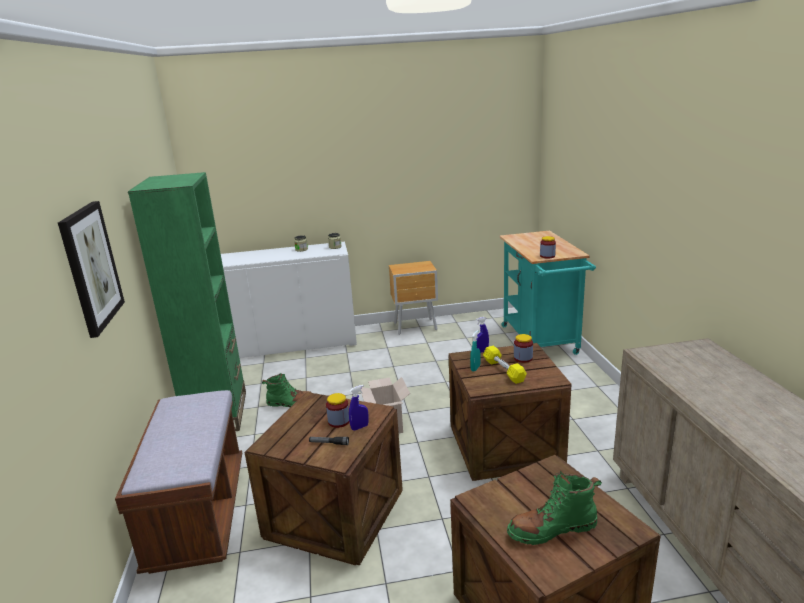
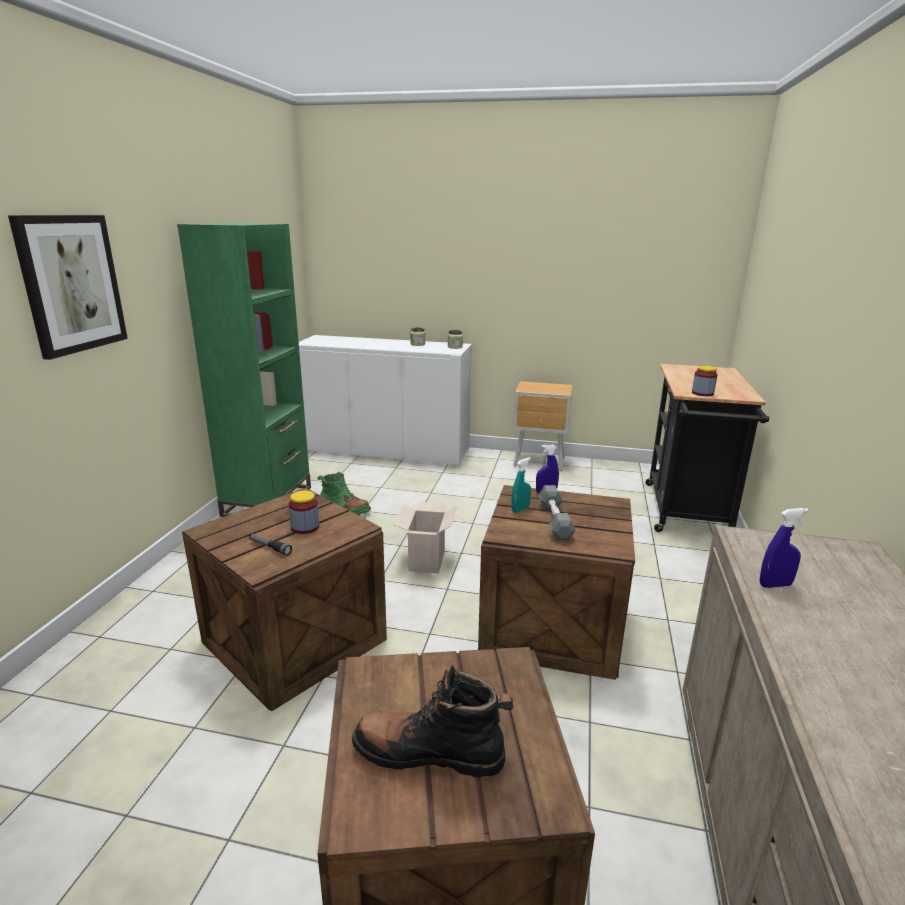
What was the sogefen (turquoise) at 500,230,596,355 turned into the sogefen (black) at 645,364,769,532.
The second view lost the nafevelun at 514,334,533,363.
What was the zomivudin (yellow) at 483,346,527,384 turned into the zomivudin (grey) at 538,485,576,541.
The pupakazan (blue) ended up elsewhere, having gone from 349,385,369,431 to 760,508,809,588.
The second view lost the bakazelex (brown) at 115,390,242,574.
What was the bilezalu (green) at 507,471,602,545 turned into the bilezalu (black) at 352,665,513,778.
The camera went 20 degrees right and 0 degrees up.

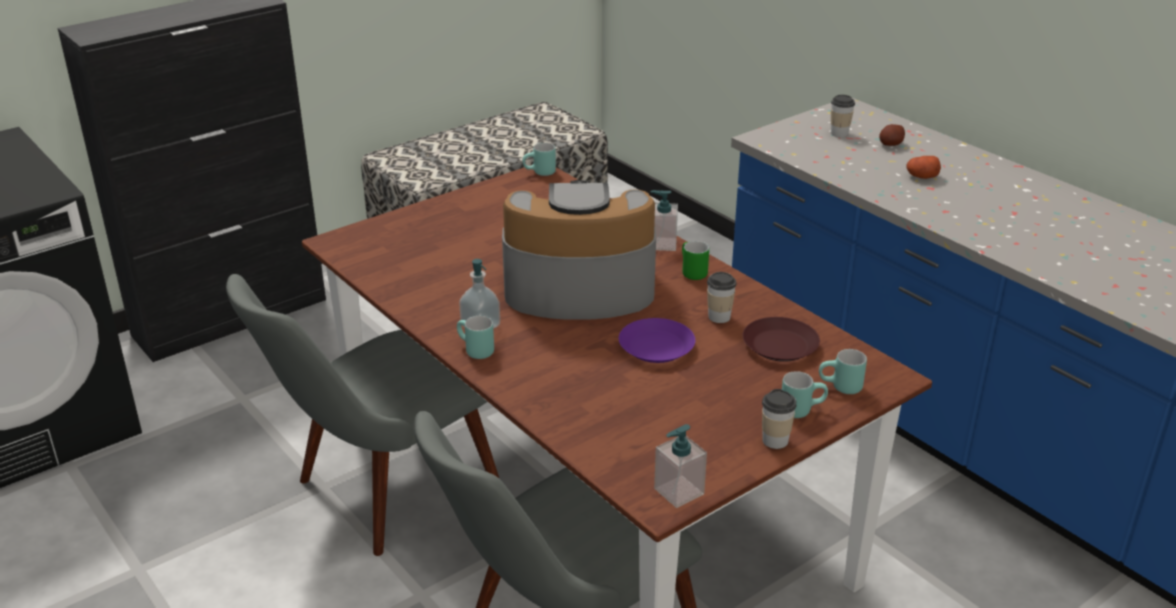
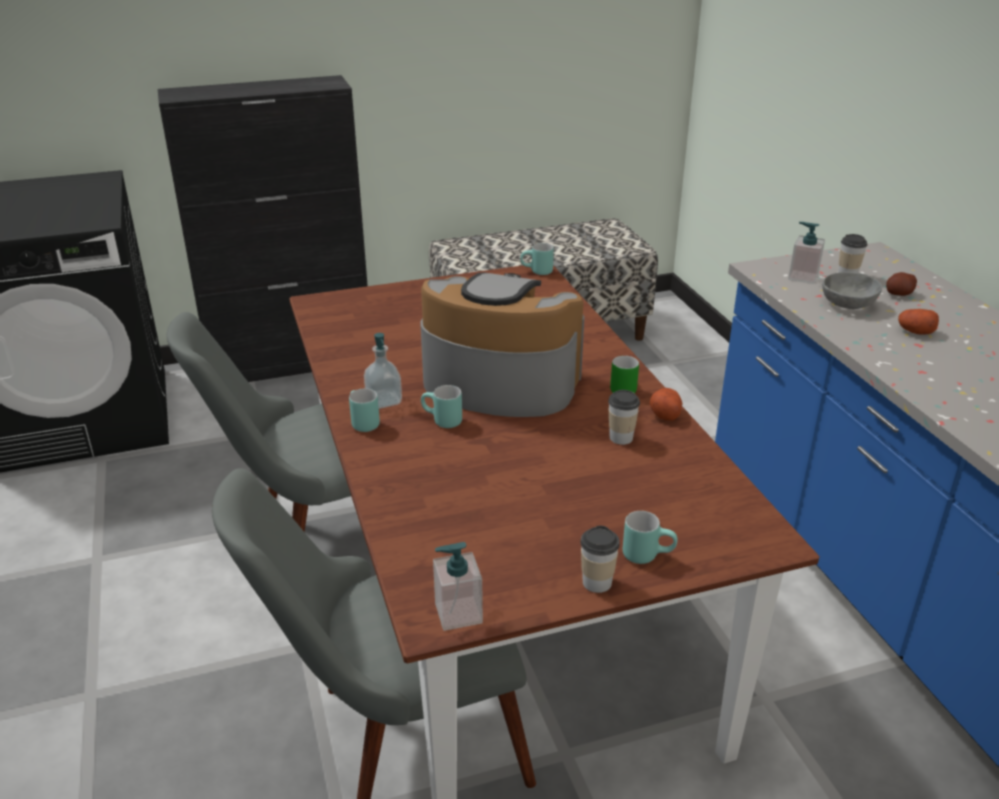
The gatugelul ended up elsewhere, having gone from 651,190,678,251 to 788,222,825,284.
The second view lost the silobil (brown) at 743,317,820,362.
The second view lost the silobil (purple) at 619,318,695,363.
The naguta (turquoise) ended up elsewhere, having gone from 819,349,867,394 to 421,385,462,428.
The second view gained the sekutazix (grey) at 822,272,882,309.
The second view gained the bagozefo at 649,388,683,421.
The camera went 20 degrees right and 0 degrees up.

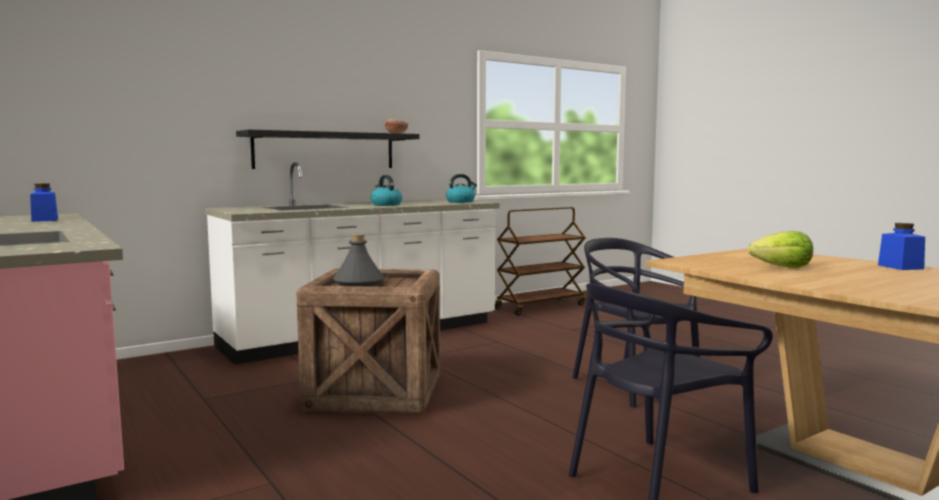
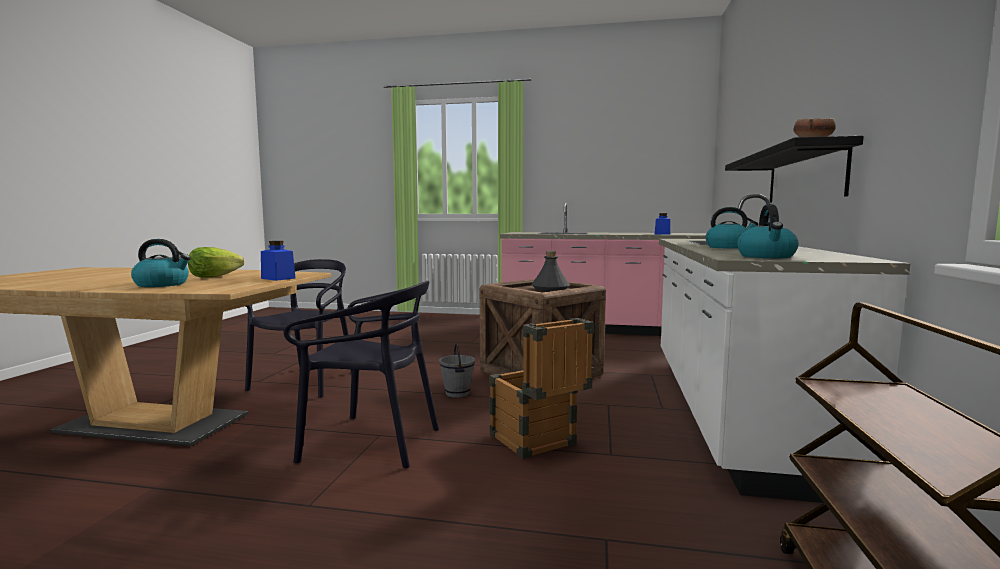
The nafevelun (blue) ended up elsewhere, having gone from 878,223,925,270 to 261,241,296,281.
The second view gained the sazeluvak at 131,239,191,287.
The second view gained the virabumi at 489,318,594,459.
The second view gained the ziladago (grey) at 440,343,475,398.
The camera went 135 degrees right and 0 degrees up.

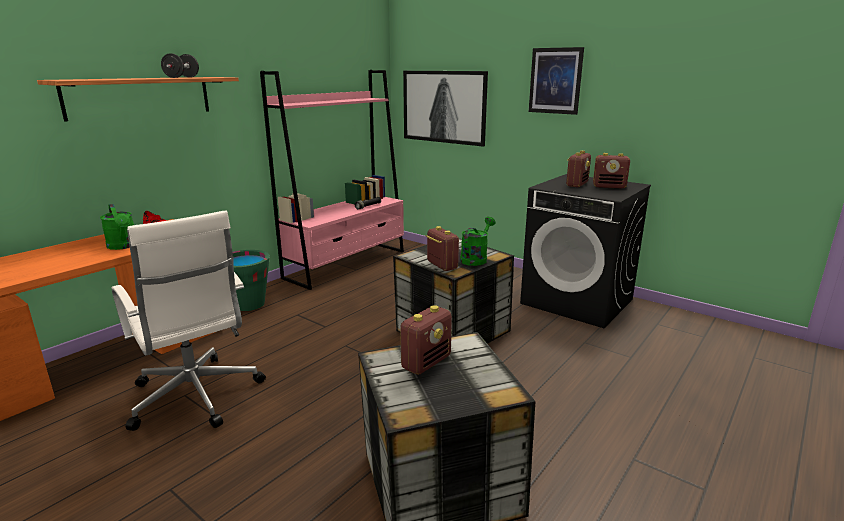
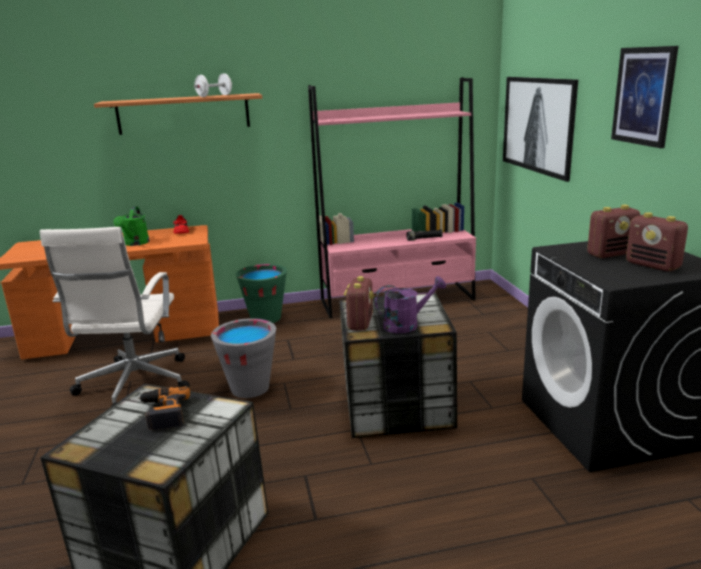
What was the zomivudin (black) at 161,53,199,78 turned into the zomivudin (white) at 194,74,232,97.
What was the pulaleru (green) at 460,217,495,266 turned into the pulaleru (purple) at 375,276,446,333.
Where the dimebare stood at 400,305,452,375, the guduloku came to stand at 138,386,190,430.
The second view gained the ziladago (grey) at 211,318,276,398.
The camera went 40 degrees right and 0 degrees up.

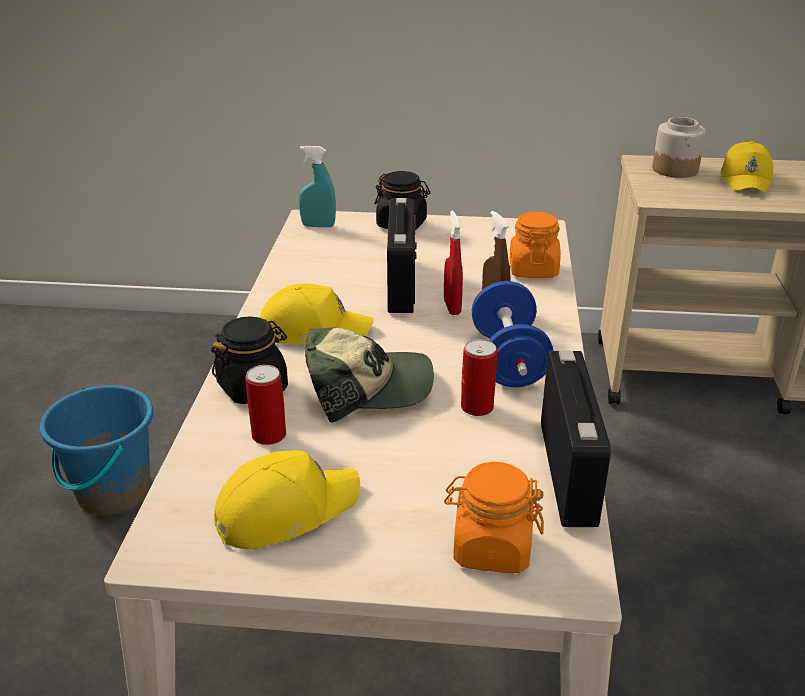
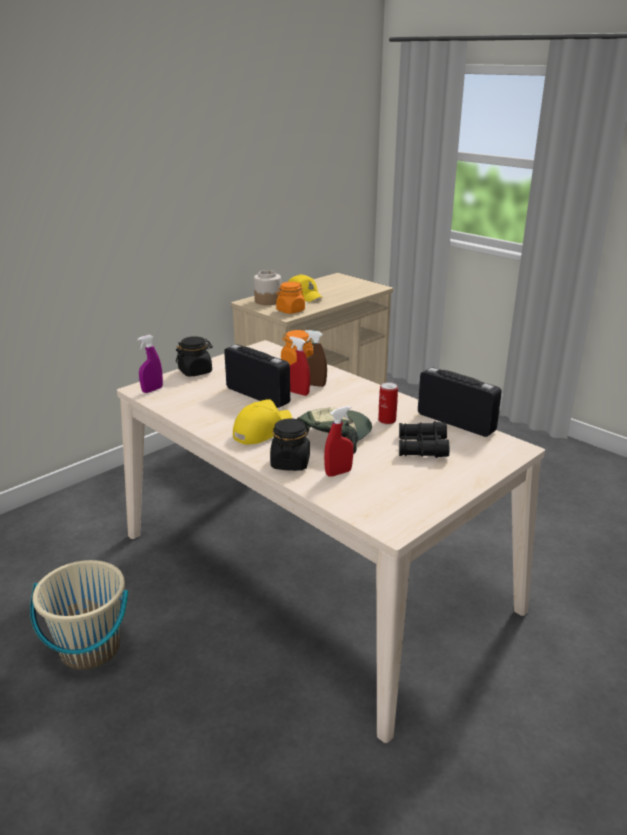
What was the pupakazan (turquoise) at 299,146,336,227 turned into the pupakazan (purple) at 137,335,163,393.
The second view lost the zomivudin (blue) at 471,281,554,387.
Where the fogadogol stood at 245,365,286,445, the pupakazan (red) came to stand at 324,406,354,477.
What was the ziladago (blue) at 39,385,153,516 turned into the ziladago (beige) at 30,560,128,670.
The second view lost the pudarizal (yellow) at 214,450,360,549.
The nafevelun (orange) ended up elsewhere, having gone from 444,462,544,573 to 276,282,305,314.
The second view gained the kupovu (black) at 399,421,449,458.
The camera went 50 degrees left and 5 degrees down.

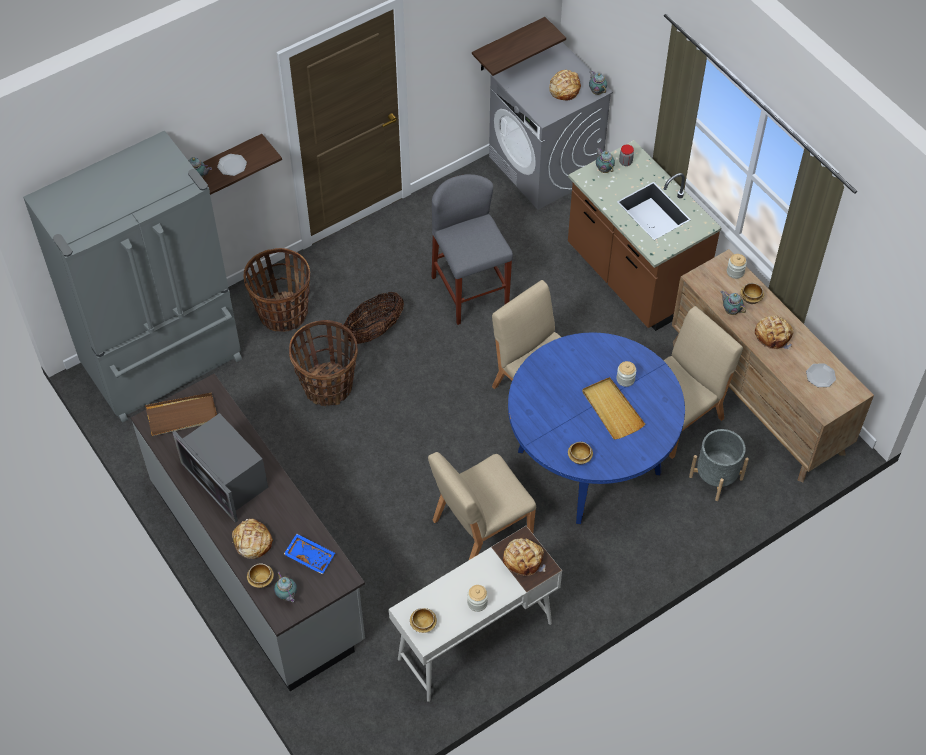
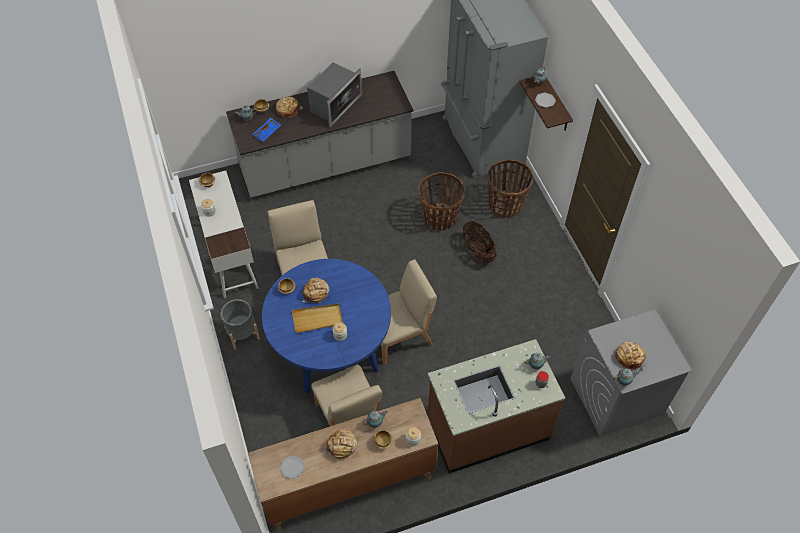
The second view lost the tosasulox at 472,17,566,76.
The second view lost the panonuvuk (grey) at 432,174,513,325.
The second view lost the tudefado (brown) at 145,393,217,436.
The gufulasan at 173,413,268,523 ended up facing another way, 150 degrees clockwise from before.
The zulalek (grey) ended up elsewhere, having gone from 689,429,749,501 to 221,299,260,349.
The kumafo ended up elsewhere, having gone from 503,538,546,576 to 302,278,330,303.
The camera went 105 degrees right and 0 degrees up.

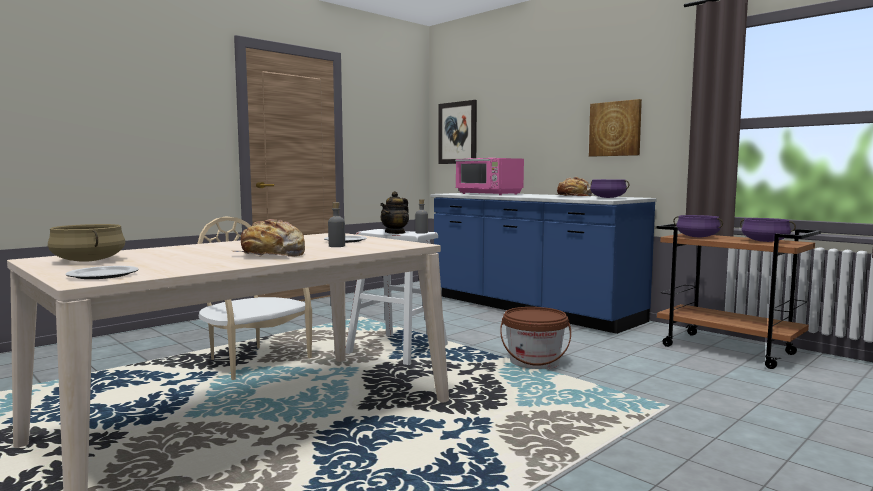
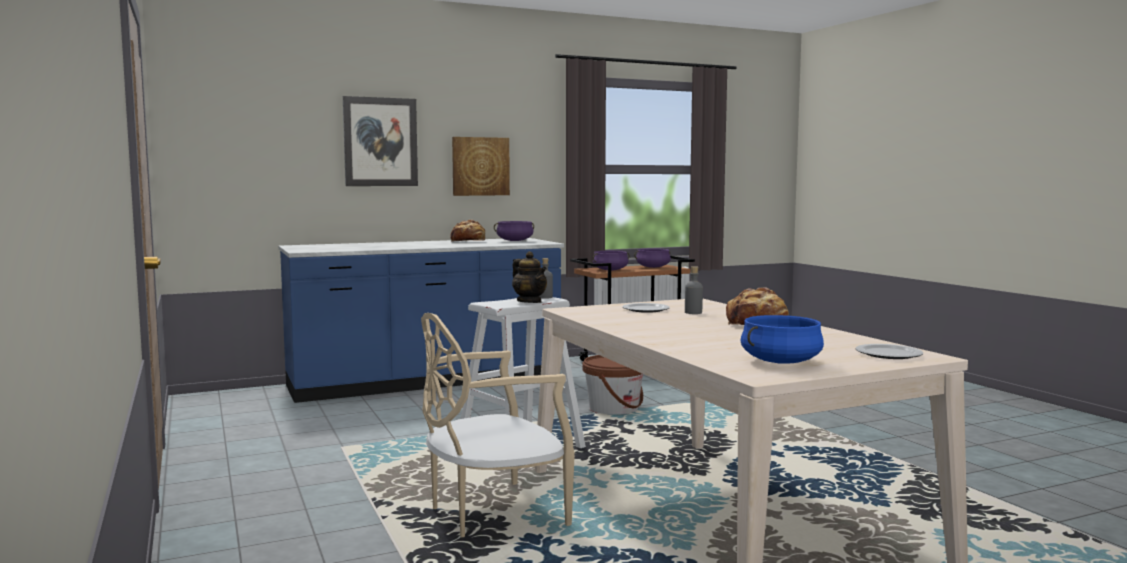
The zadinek ended up elsewhere, having gone from 438,100,477,164 to 343,96,418,186.
The second view lost the gufulasan (pink) at 455,158,524,195.
What was the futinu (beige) at 48,224,125,262 turned into the futinu (blue) at 740,315,824,364.
The camera went 70 degrees left and 0 degrees up.

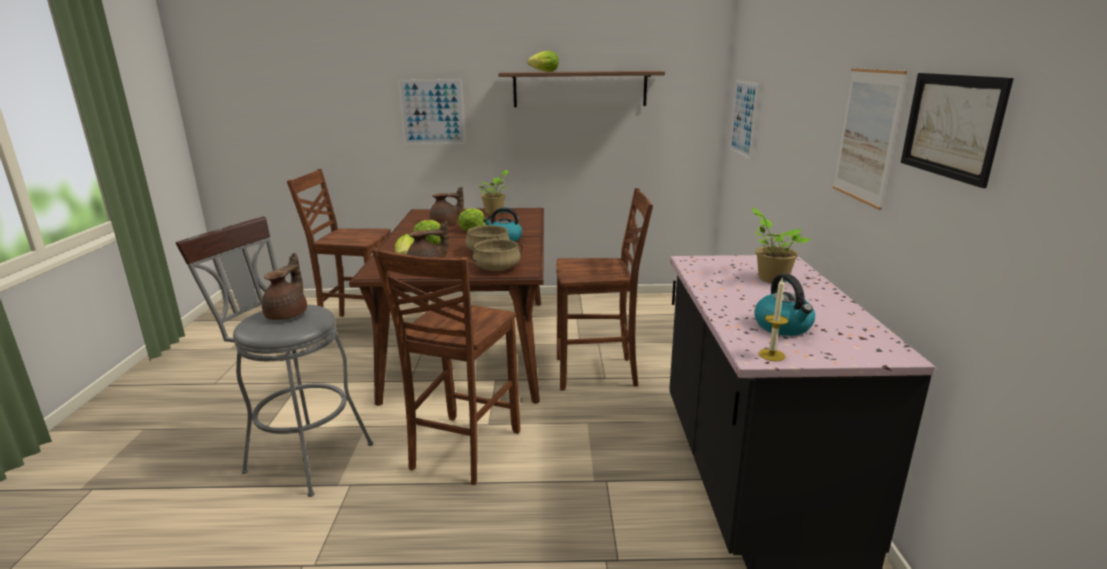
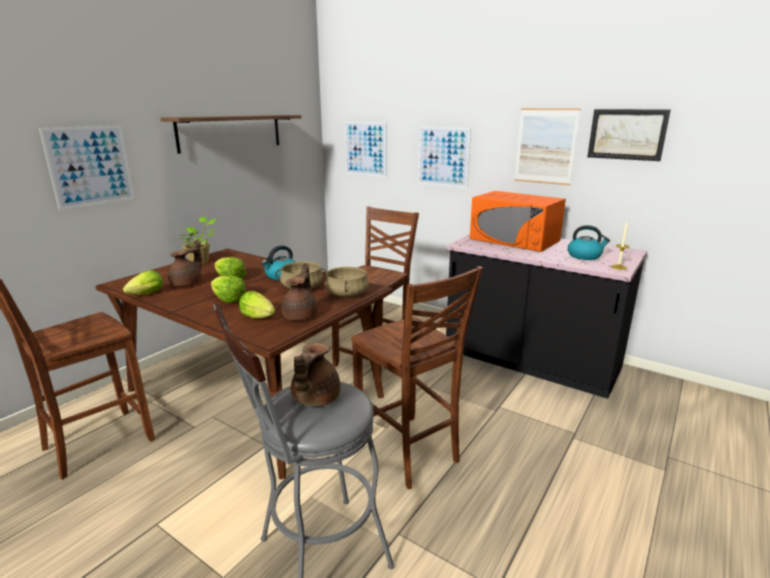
The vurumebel ended up elsewhere, having gone from 527,51,559,72 to 123,270,163,295.
Where the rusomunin stood at 751,207,811,283, the gufulasan (orange) came to stand at 470,191,566,252.
The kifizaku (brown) at 262,253,307,320 ended up facing another way, 120 degrees counterclockwise from before.
The second view gained the zadinek at 418,127,471,188.
The camera went 55 degrees left and 0 degrees up.

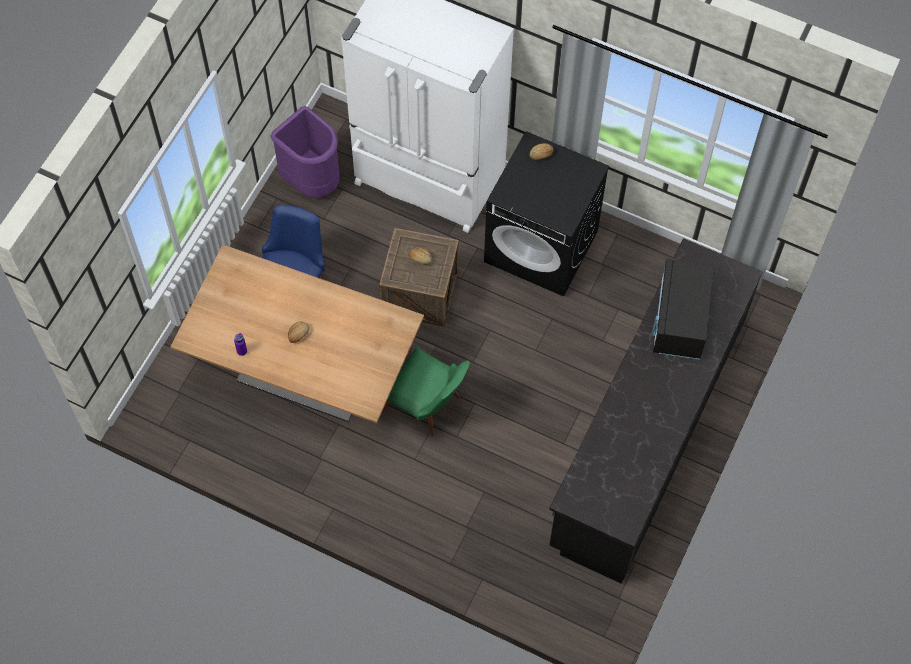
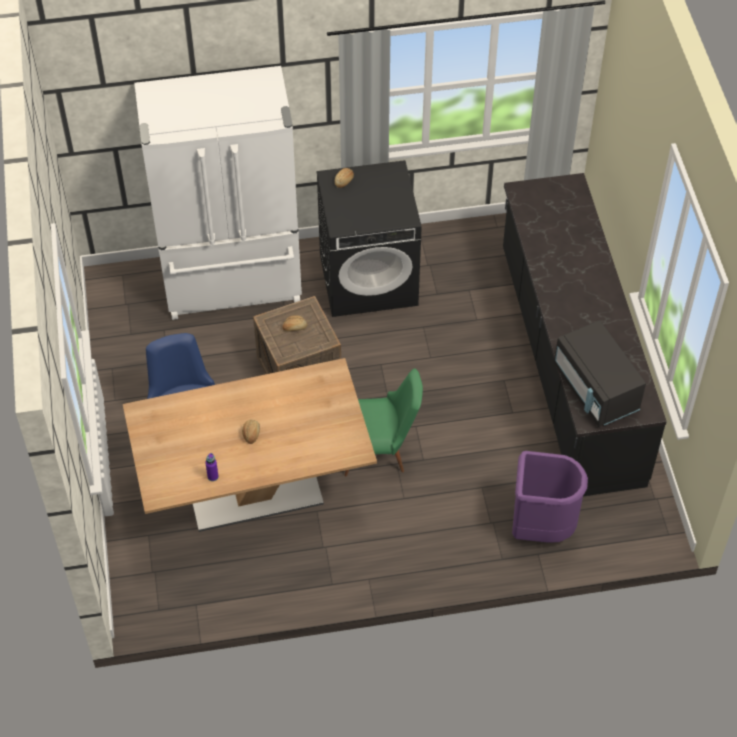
The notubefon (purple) ended up elsewhere, having gone from 271,106,340,198 to 512,451,588,542.
The gufulasan (black) ended up elsewhere, having gone from 652,258,714,360 to 554,321,646,427.
The camera went 35 degrees left and 10 degrees down.

